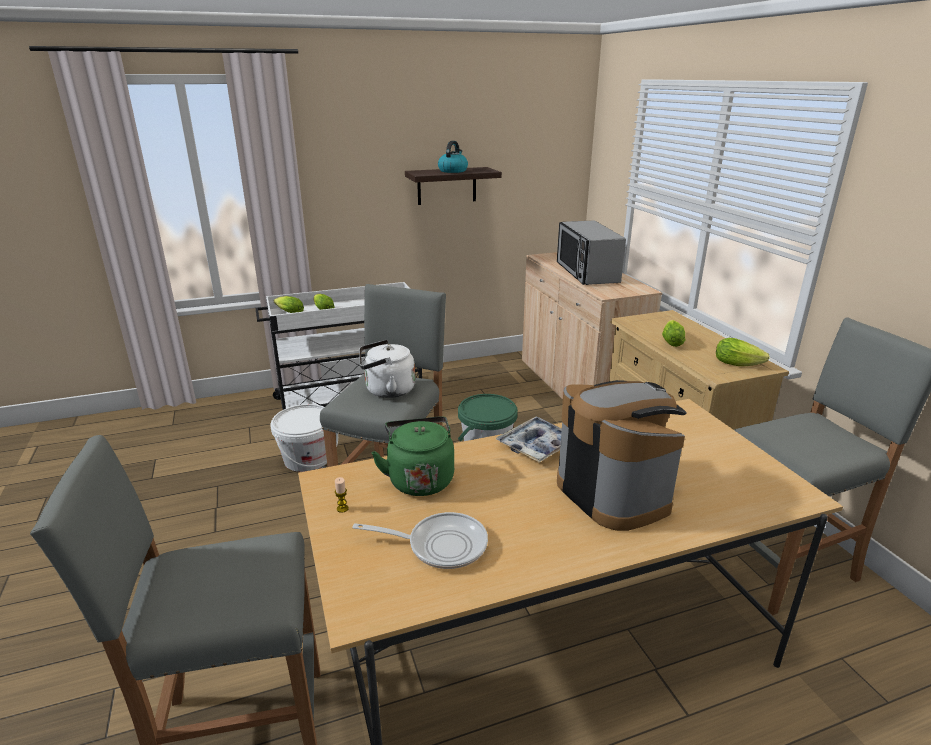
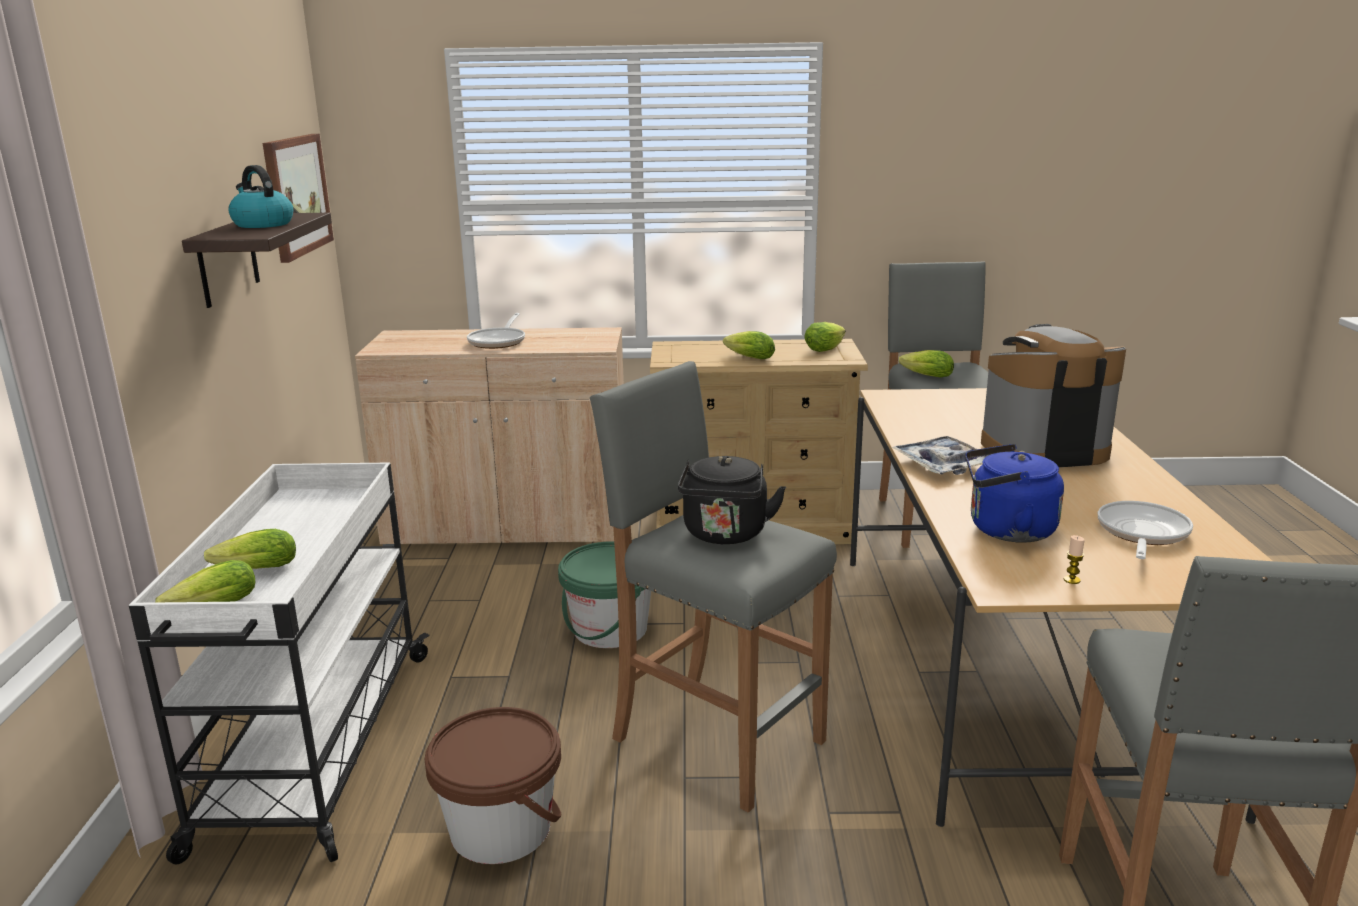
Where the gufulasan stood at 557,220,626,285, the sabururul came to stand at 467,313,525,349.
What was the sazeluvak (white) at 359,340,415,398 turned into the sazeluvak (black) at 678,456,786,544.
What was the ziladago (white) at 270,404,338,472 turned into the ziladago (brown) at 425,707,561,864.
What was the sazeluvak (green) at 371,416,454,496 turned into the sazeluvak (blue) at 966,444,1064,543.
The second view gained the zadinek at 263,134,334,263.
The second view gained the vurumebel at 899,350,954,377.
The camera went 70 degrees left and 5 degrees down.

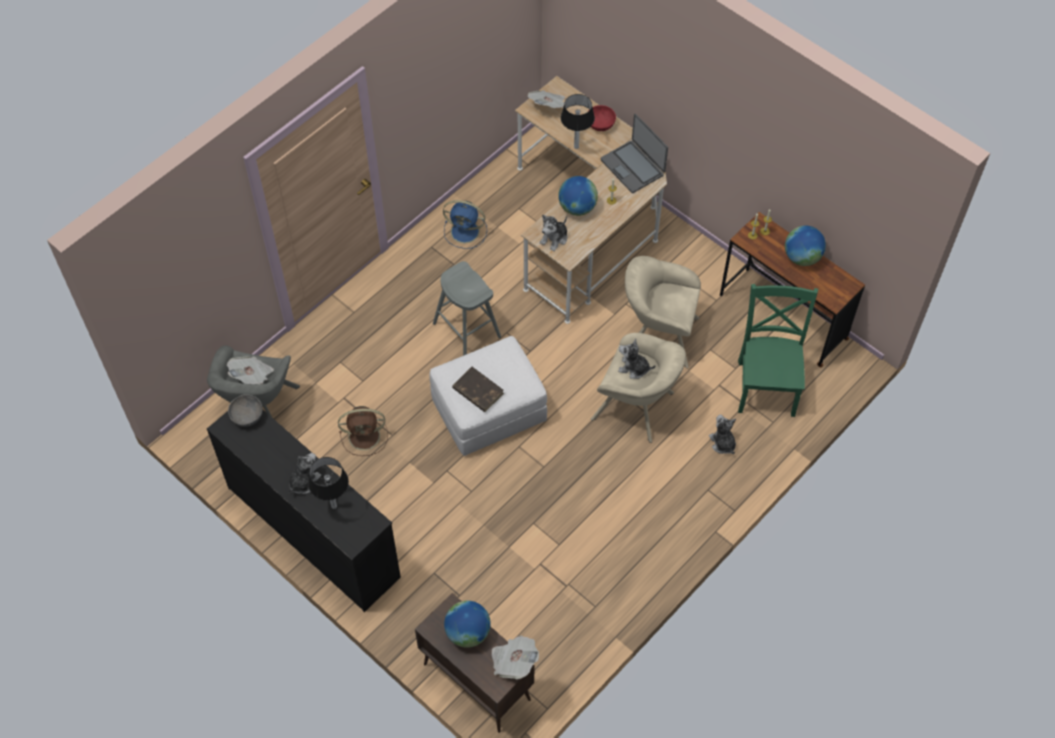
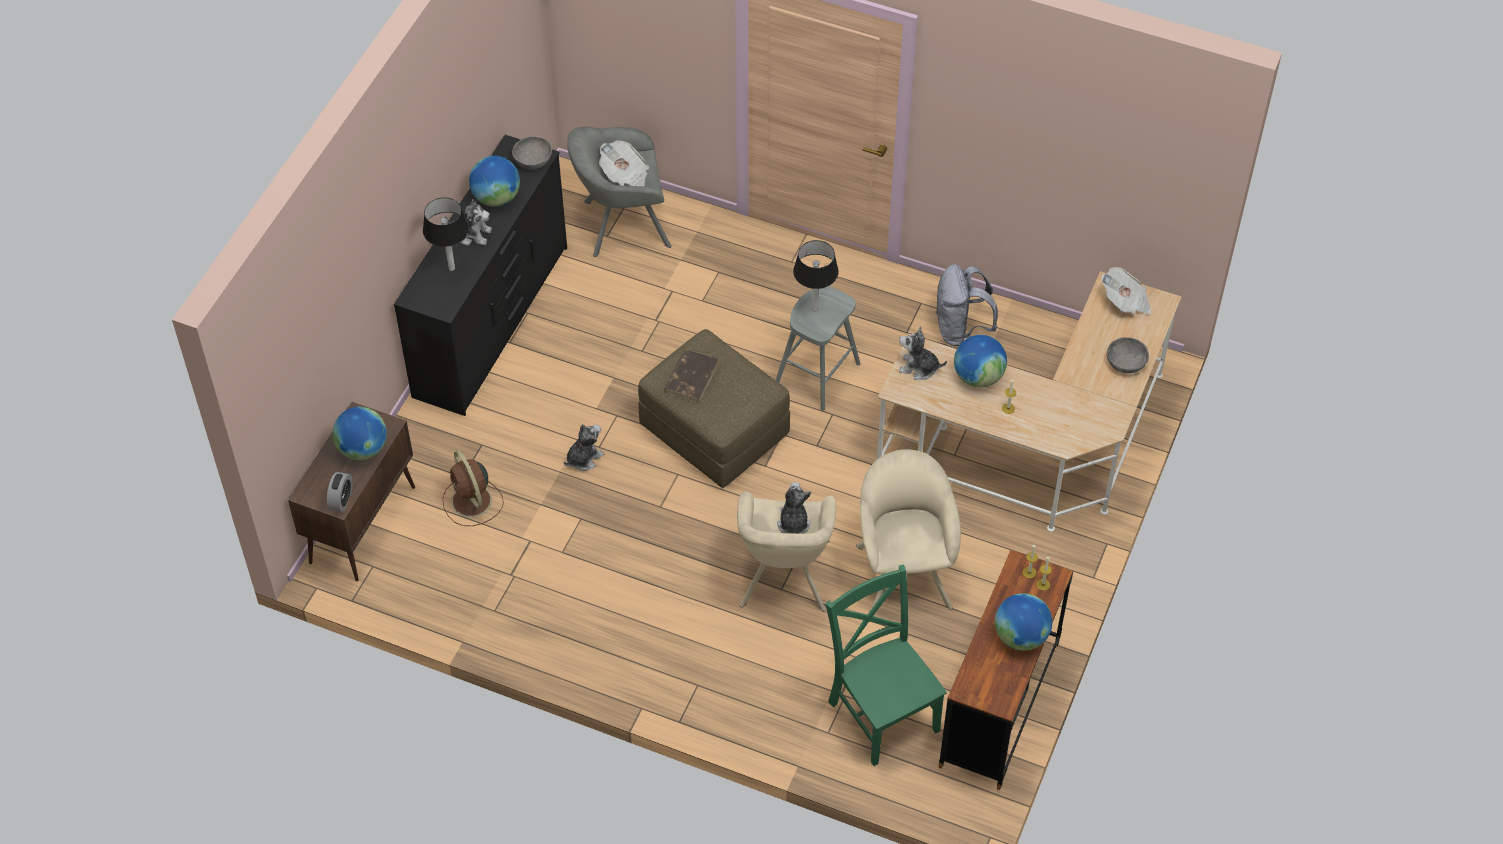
The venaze ended up elsewhere, having gone from 561,94,595,149 to 793,240,839,312.
What was the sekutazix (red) at 591,105,616,131 turned into the sekutazix (grey) at 1107,337,1149,374.
The second view lost the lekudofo at 601,114,668,193.
Where the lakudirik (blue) stood at 443,200,487,249, the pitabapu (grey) came to stand at 935,264,998,346.
The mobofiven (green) at 738,284,818,417 ended up facing another way, 105 degrees counterclockwise from before.
What was the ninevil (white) at 429,336,547,456 turned into the ninevil (brown) at 638,329,790,488.
The lakudirik (brown) ended up elsewhere, having gone from 338,406,388,456 to 443,450,504,526.
The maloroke ended up elsewhere, having gone from 709,415,736,454 to 564,424,604,471.
Where the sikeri stood at 492,635,539,679, the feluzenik came to stand at 327,472,353,512.
The second view gained the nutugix at 469,156,520,207.
The camera went 70 degrees right and 5 degrees down.

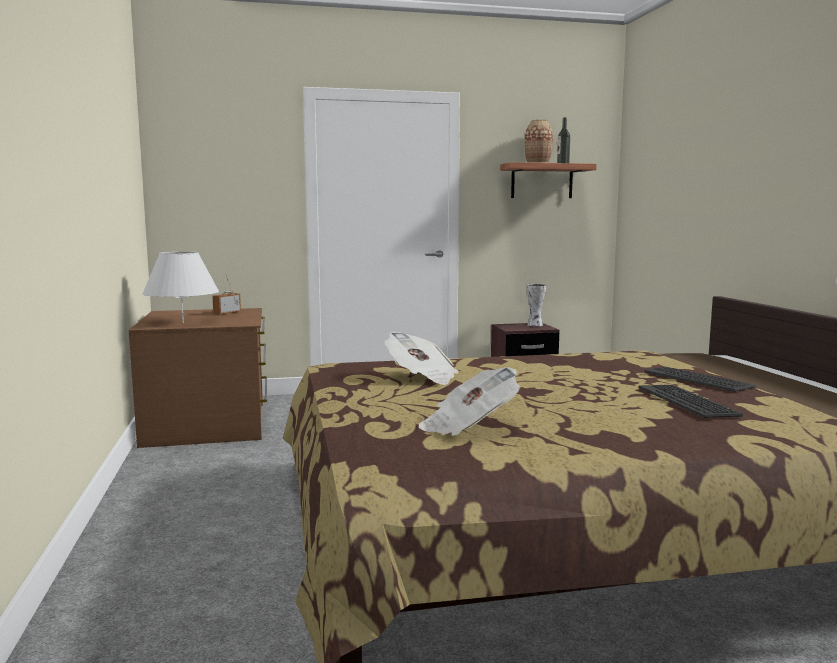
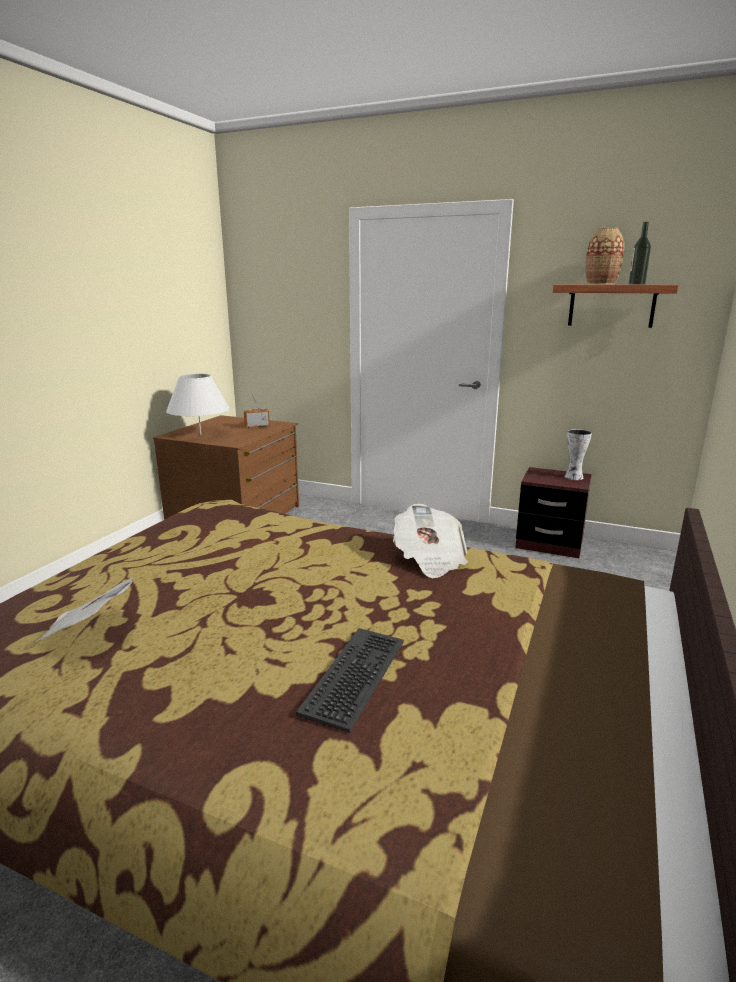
The sikeri ended up elsewhere, having gone from 385,331,459,385 to 393,504,468,578.
The second view lost the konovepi at 644,367,756,392.
The camera went 35 degrees right and 10 degrees up.

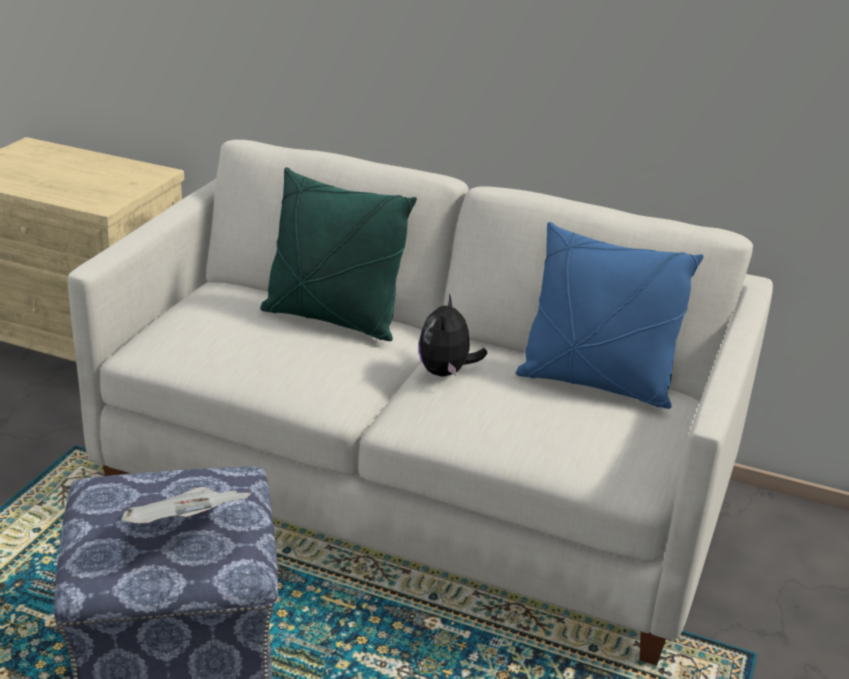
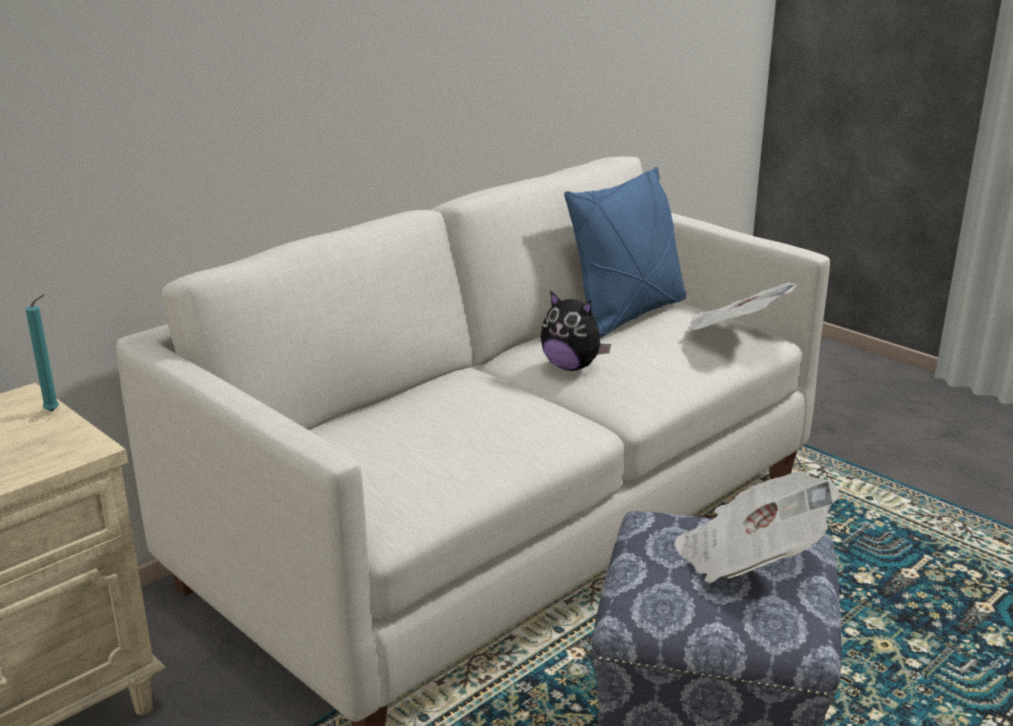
The second view lost the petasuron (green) at 260,167,417,341.
The second view gained the sikeri at 685,281,796,333.
The second view gained the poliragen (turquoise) at 25,295,59,412.
The camera went 65 degrees left and 5 degrees down.

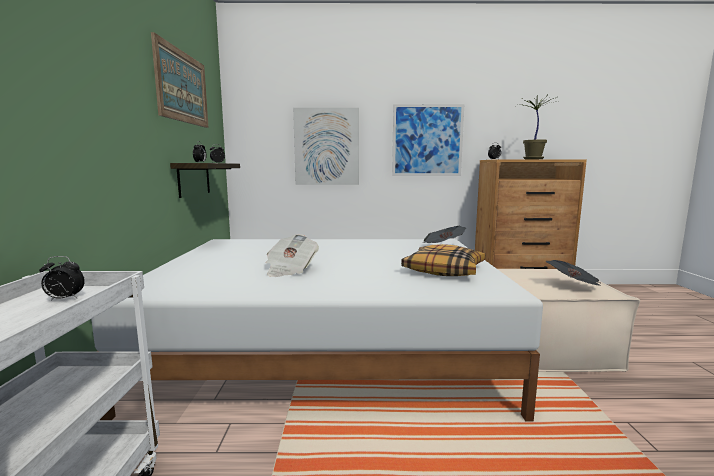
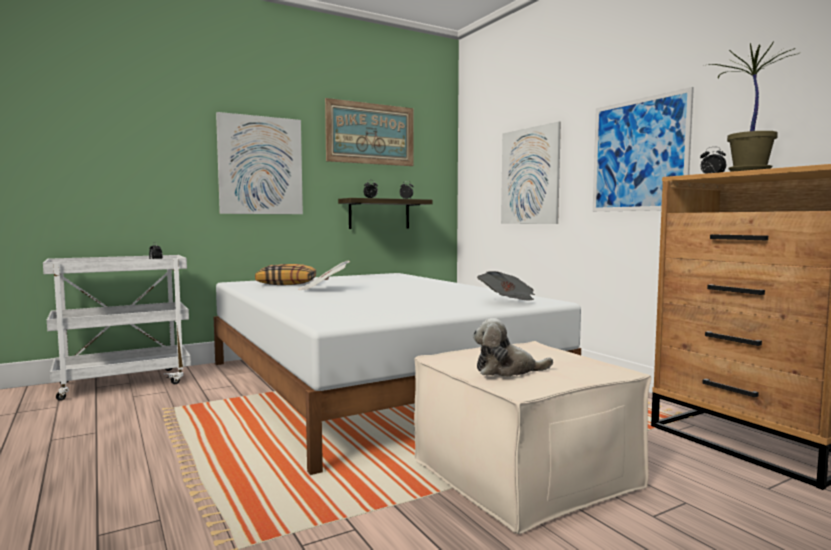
The petasuron ended up elsewhere, having gone from 401,244,485,276 to 255,264,316,285.
Where the sikeri stood at 545,260,600,285, the maloroke came to stand at 473,318,553,377.
The second view gained the zadinek at 216,112,303,214.
The camera went 60 degrees right and 5 degrees down.

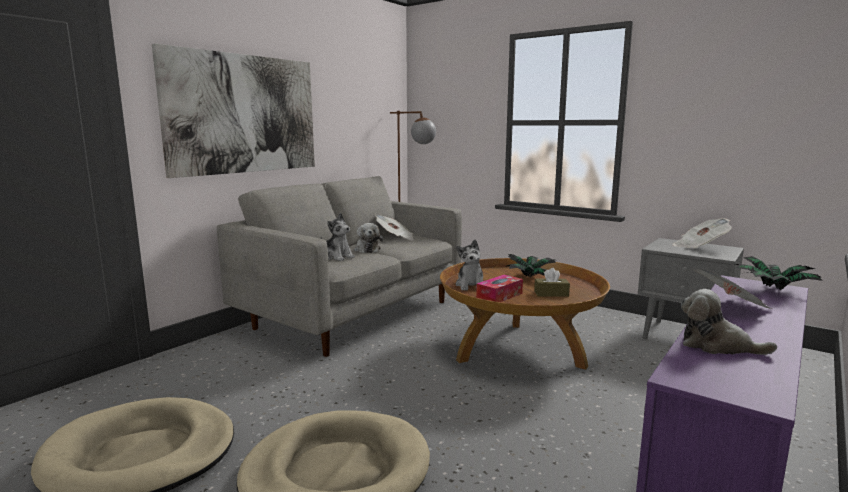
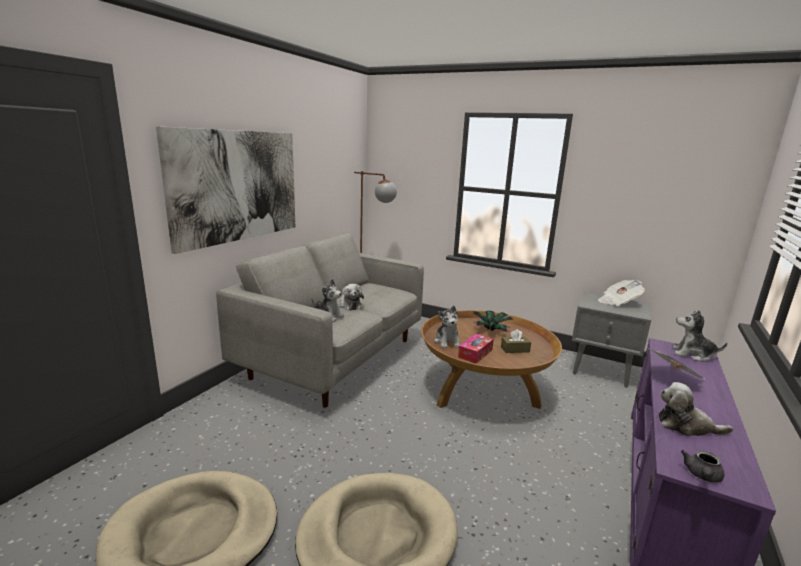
The second view lost the sikeri at 375,215,414,241.
Where the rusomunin stood at 734,256,823,290, the maloroke came to stand at 672,310,727,362.
The second view gained the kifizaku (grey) at 681,450,724,483.
The camera went 10 degrees left and 5 degrees up.

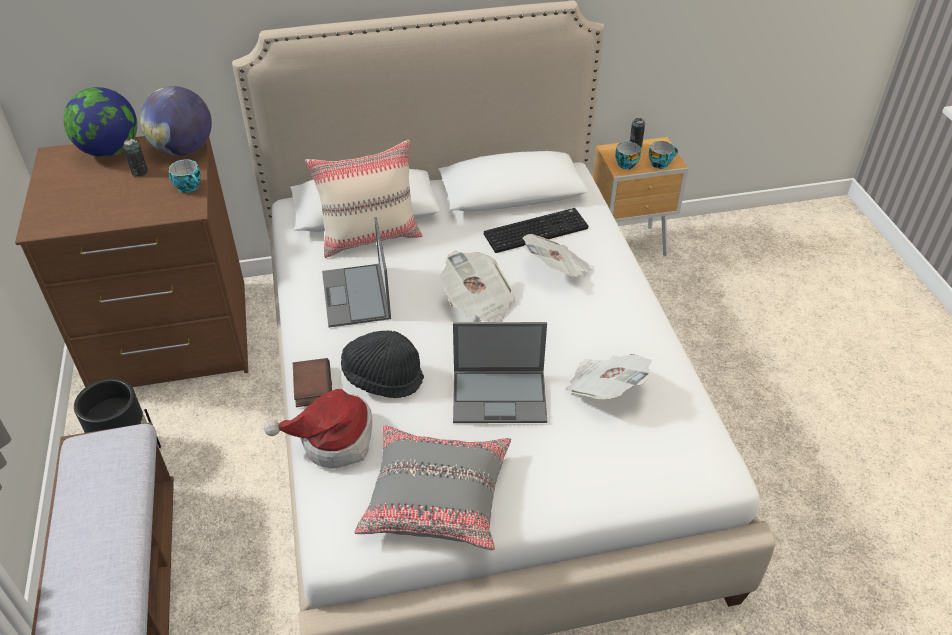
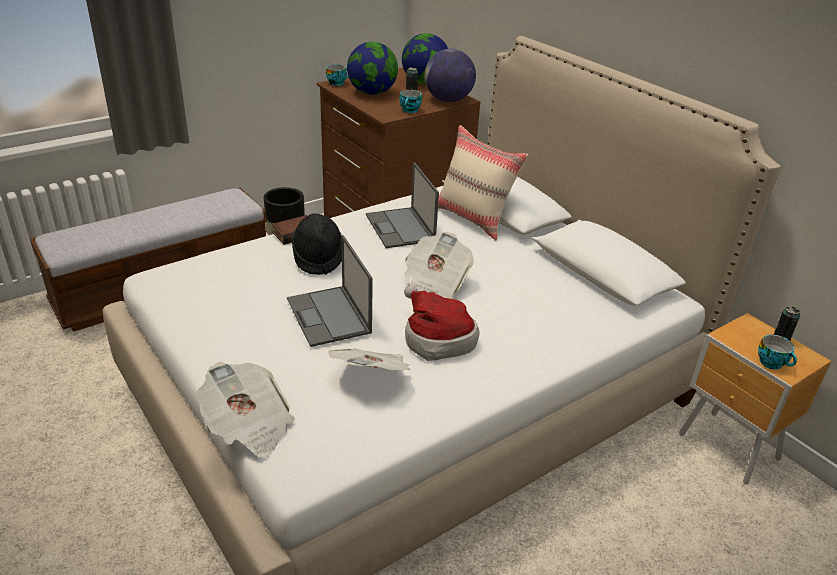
The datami ended up elsewhere, having gone from 615,142,641,169 to 326,64,349,86.
The second view lost the konovepi at 484,208,588,253.
The lekudofo at 322,217,391,327 ended up facing another way, 75 degrees counterclockwise from before.
The sikeri ended up elsewhere, having gone from 523,234,595,278 to 196,362,295,458.
The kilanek ended up elsewhere, having gone from 264,389,372,468 to 404,285,479,361.
The second view lost the petasuron (grey) at 354,425,511,550.
The second view gained the nutugix at 347,42,398,95.
The camera went 65 degrees right and 10 degrees down.

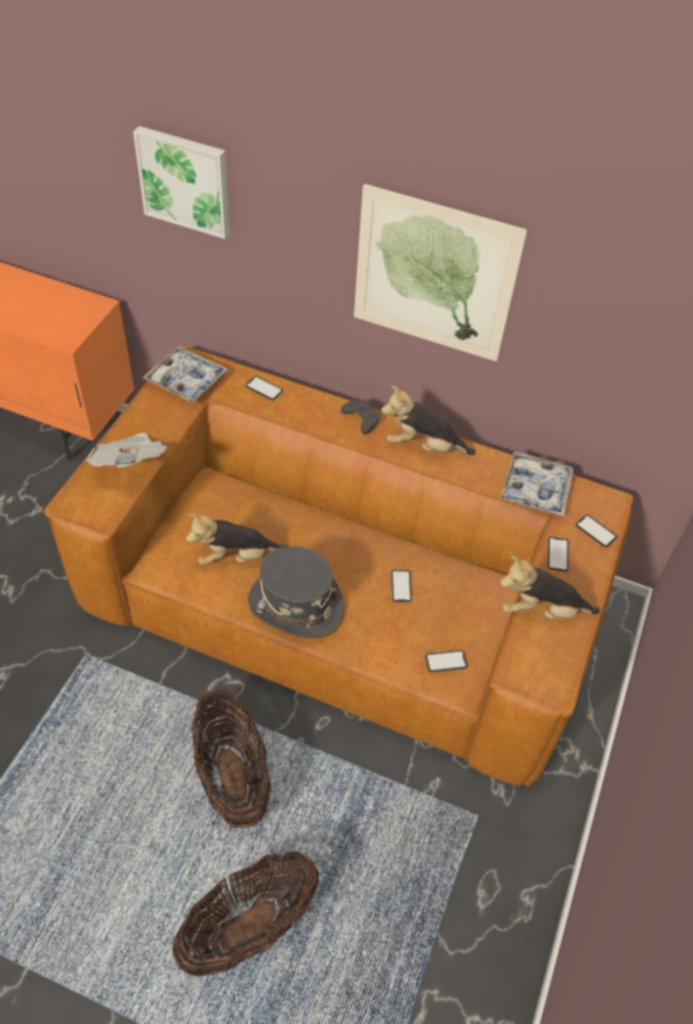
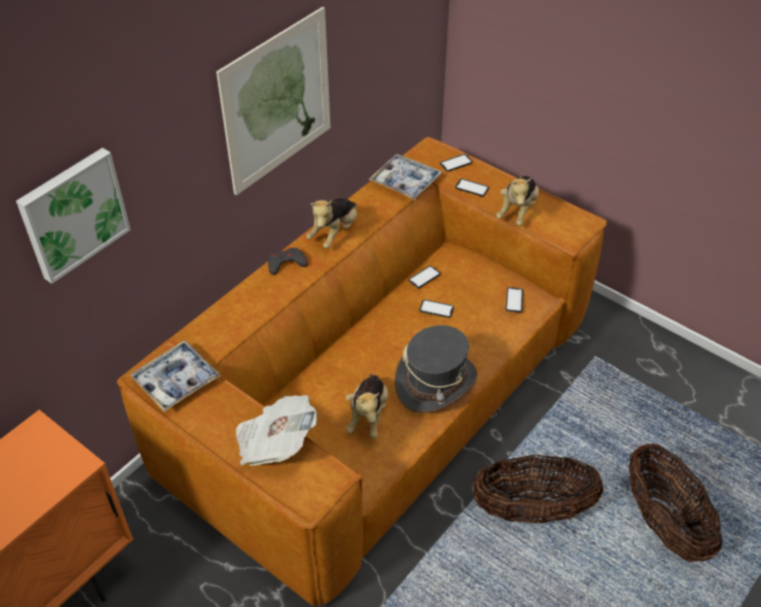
The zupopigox ended up elsewhere, having gone from 245,376,283,400 to 408,266,441,288.
The camera went 70 degrees left and 5 degrees down.

